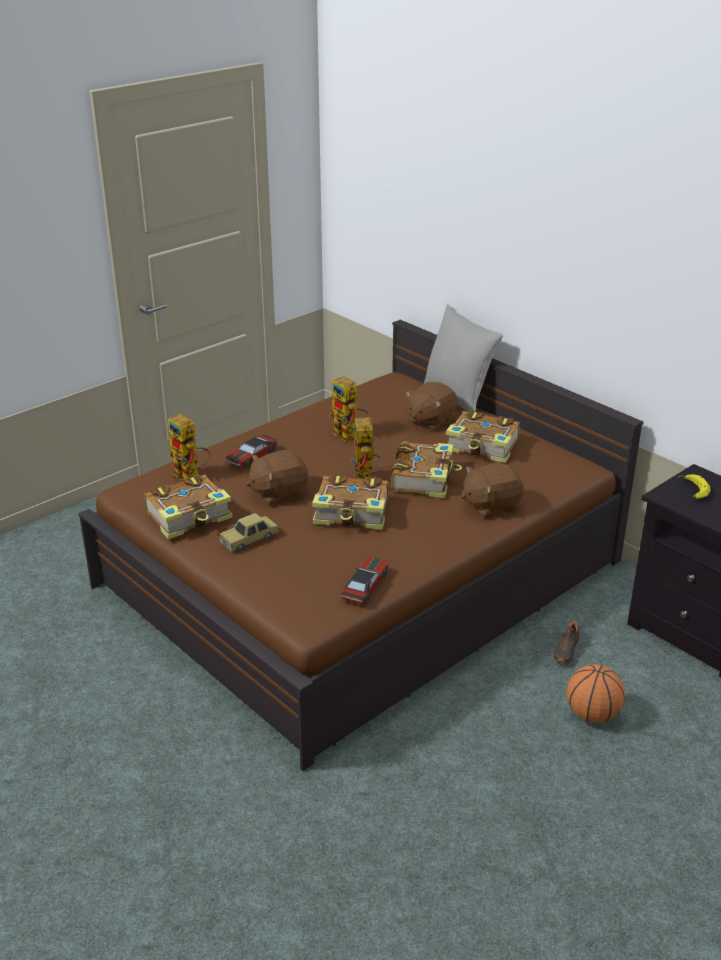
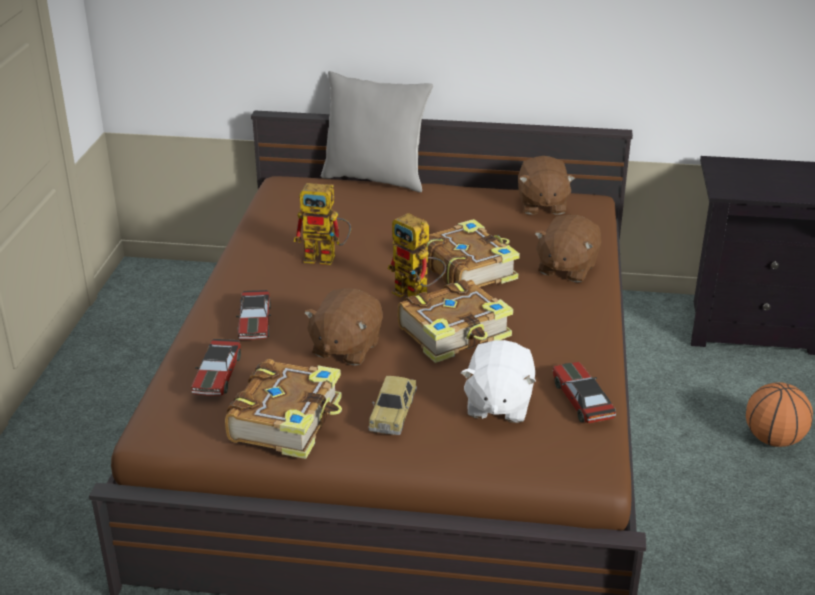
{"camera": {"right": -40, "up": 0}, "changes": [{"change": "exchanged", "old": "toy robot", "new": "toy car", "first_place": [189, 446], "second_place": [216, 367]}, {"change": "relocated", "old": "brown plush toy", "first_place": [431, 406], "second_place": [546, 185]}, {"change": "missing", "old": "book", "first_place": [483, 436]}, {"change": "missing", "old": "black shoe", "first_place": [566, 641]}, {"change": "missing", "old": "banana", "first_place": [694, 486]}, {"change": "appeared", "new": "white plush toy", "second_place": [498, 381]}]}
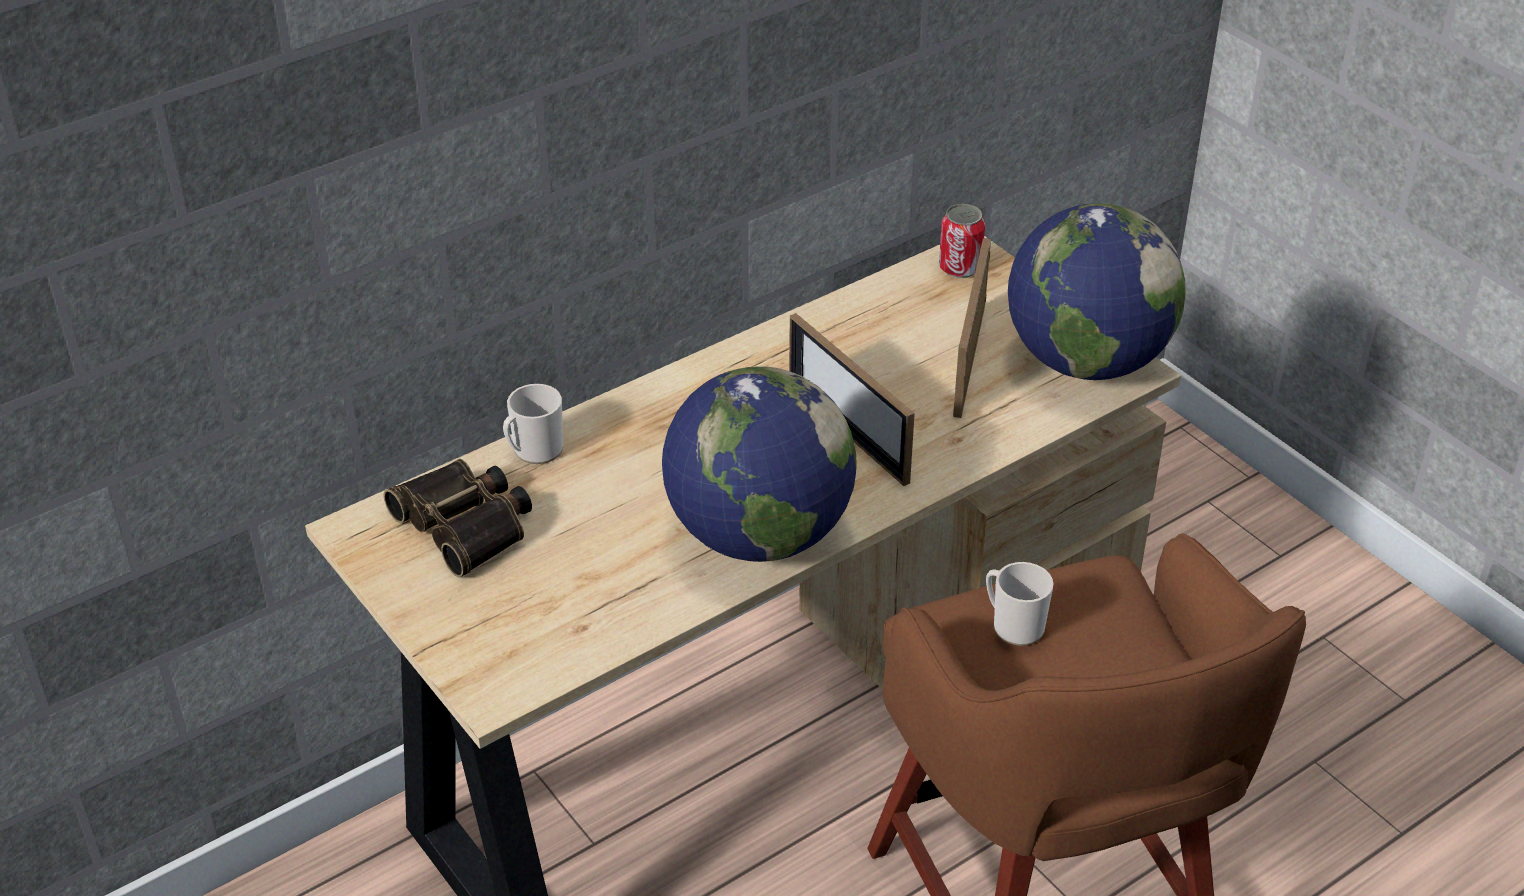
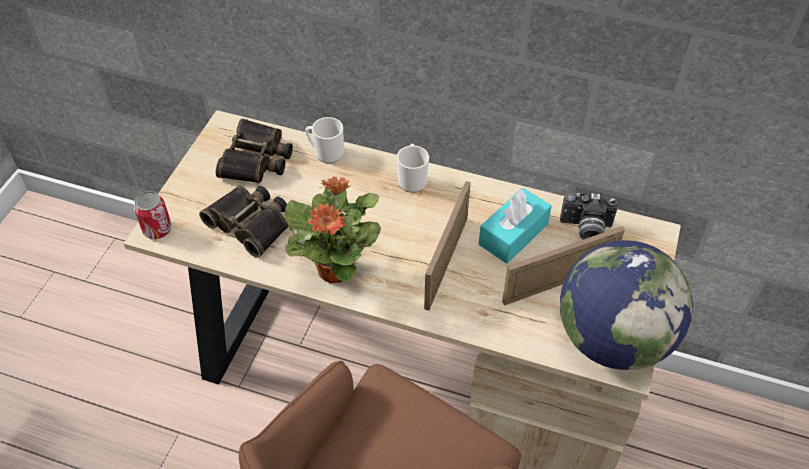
{"camera": {"right": 55, "up": 10}, "changes": [{"change": "exchanged", "old": "globe", "new": "potted plant", "first_place": [759, 464], "second_place": [333, 229]}, {"change": "relocated", "old": "can", "first_place": [962, 241], "second_place": [153, 215]}, {"change": "relocated", "old": "mug", "first_place": [1019, 604], "second_place": [413, 168]}, {"change": "appeared", "new": "binoculars", "second_place": [243, 222]}, {"change": "appeared", "new": "turquoise tissue box", "second_place": [515, 226]}, {"change": "appeared", "new": "photo camera", "second_place": [589, 216]}]}
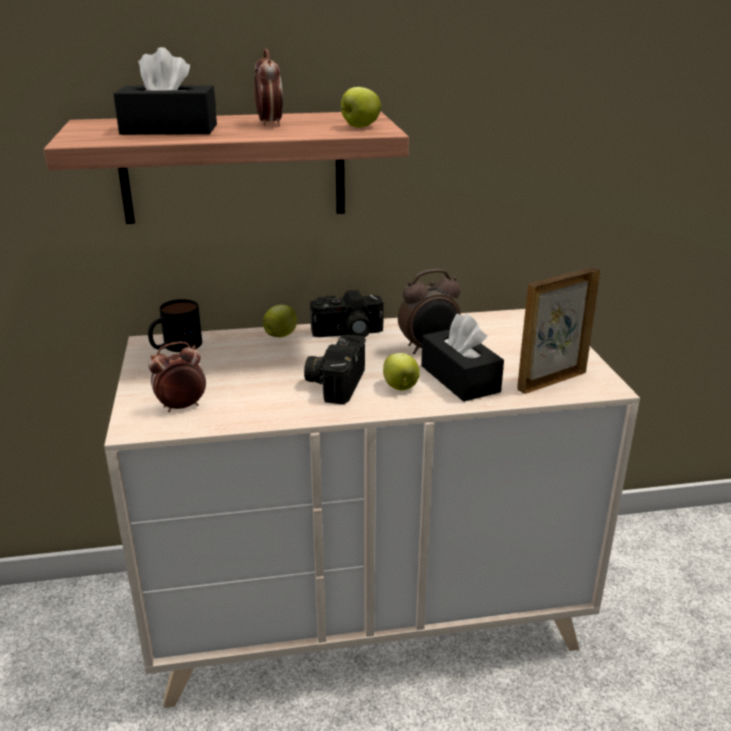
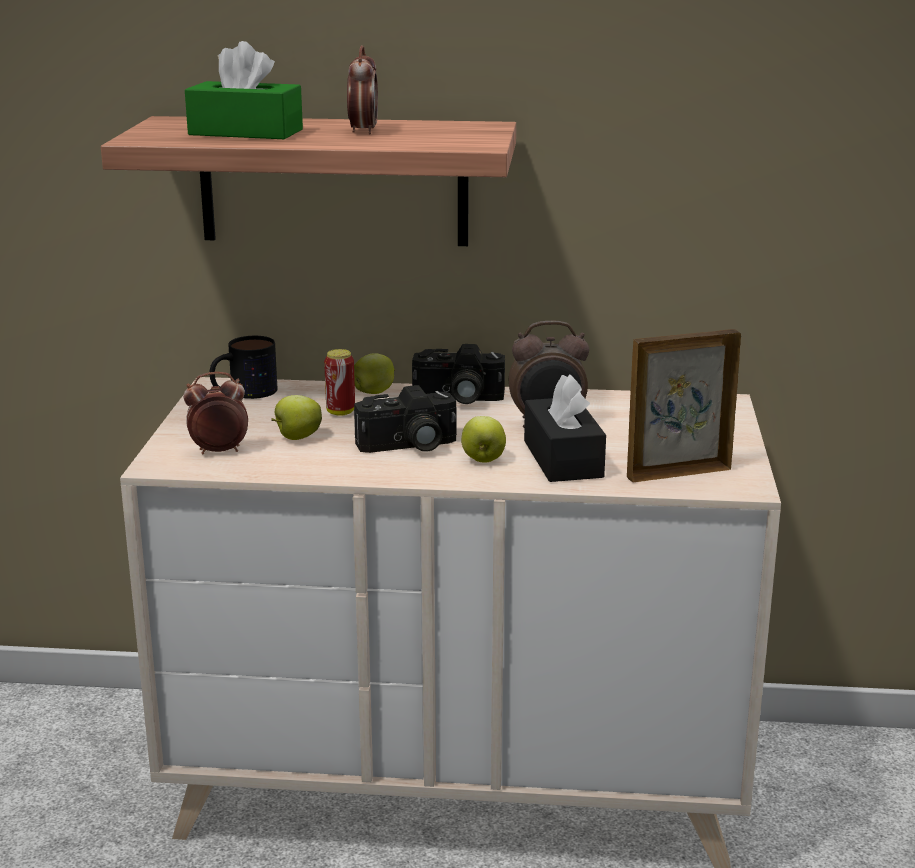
{"camera": {"right": 15, "up": -5}, "changes": [{"change": "colour", "old": "black tissue box", "new": "green tissue box", "first_place": [165, 91], "second_place": [244, 90]}, {"change": "spun", "old": "photo camera", "first_place": [335, 369], "second_place": [405, 419], "degrees": -135}, {"change": "relocated", "old": "apple", "first_place": [361, 107], "second_place": [296, 417]}, {"change": "appeared", "new": "can", "second_place": [339, 382]}]}
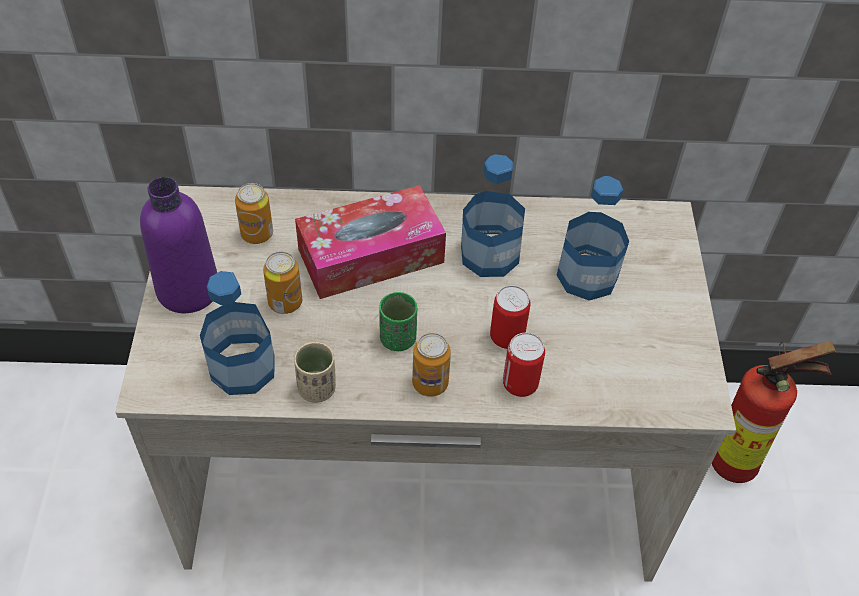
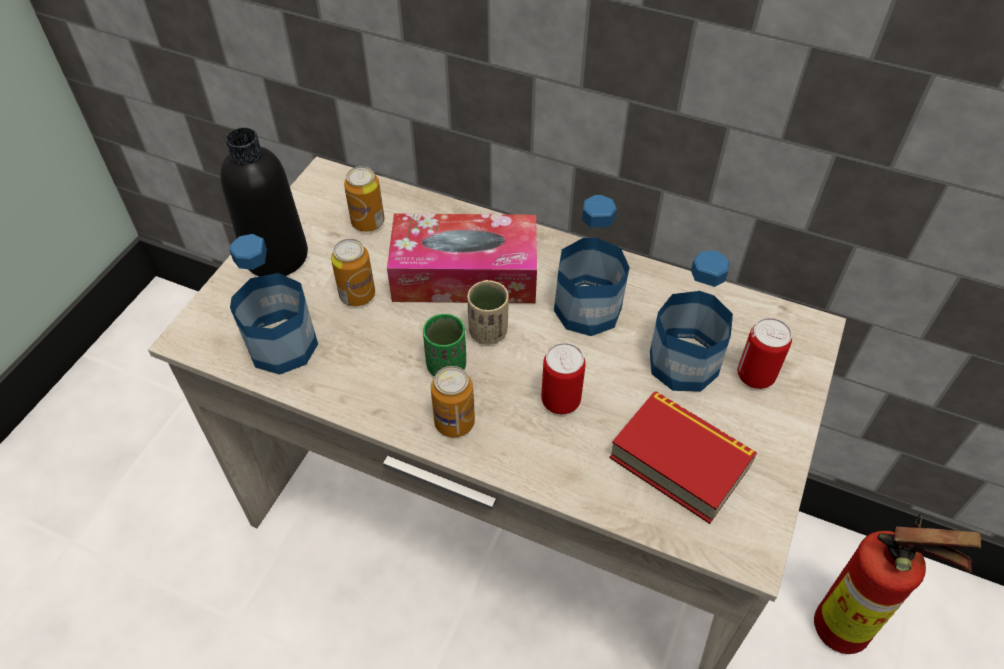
{"camera": {"right": 25, "up": 0}, "changes": [{"change": "colour", "old": "purple bottle", "new": "black bottle", "first_place": [178, 245], "second_place": [264, 202]}, {"change": "relocated", "old": "beige cup", "first_place": [315, 372], "second_place": [488, 312]}, {"change": "relocated", "old": "can", "first_place": [524, 365], "second_place": [764, 353]}, {"change": "appeared", "new": "book", "second_place": [683, 457]}]}
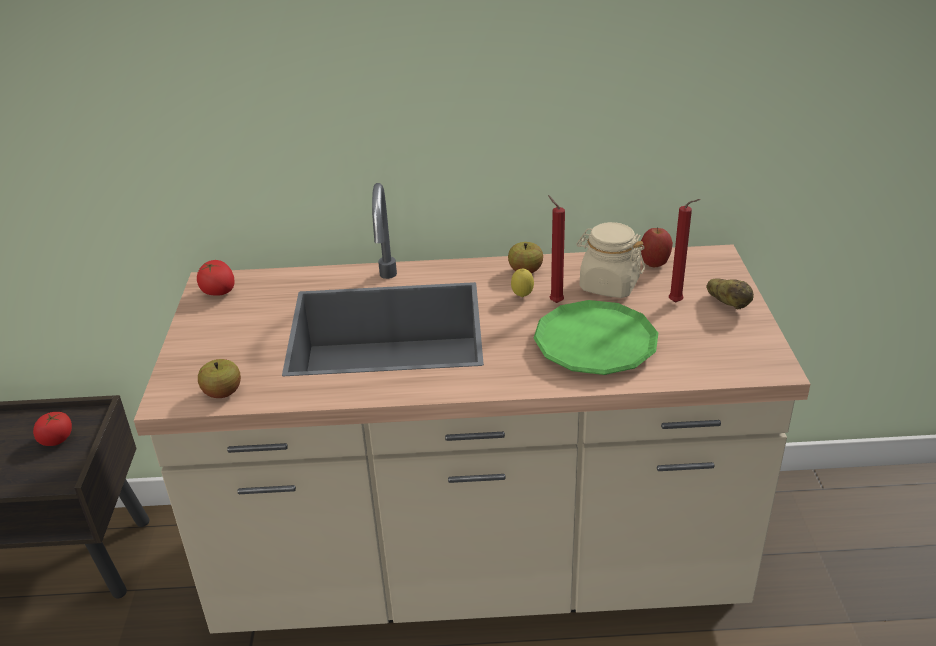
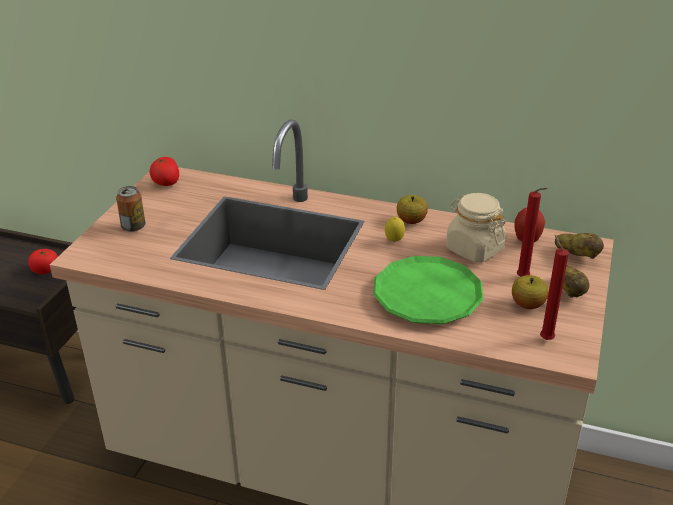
{"camera": {"right": 20, "up": 0}, "changes": [{"change": "relocated", "old": "apple", "first_place": [219, 378], "second_place": [530, 292]}, {"change": "relocated", "old": "red candle", "first_place": [556, 249], "second_place": [554, 287]}, {"change": "appeared", "new": "can", "second_place": [130, 209]}, {"change": "appeared", "new": "potato", "second_place": [579, 246]}]}
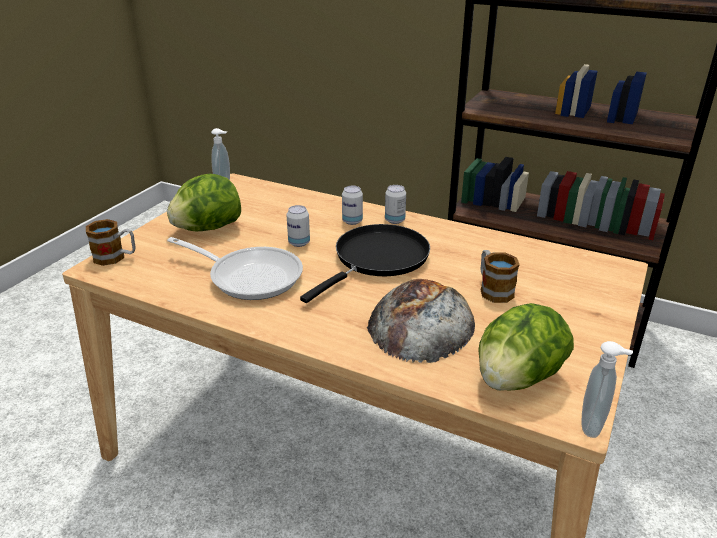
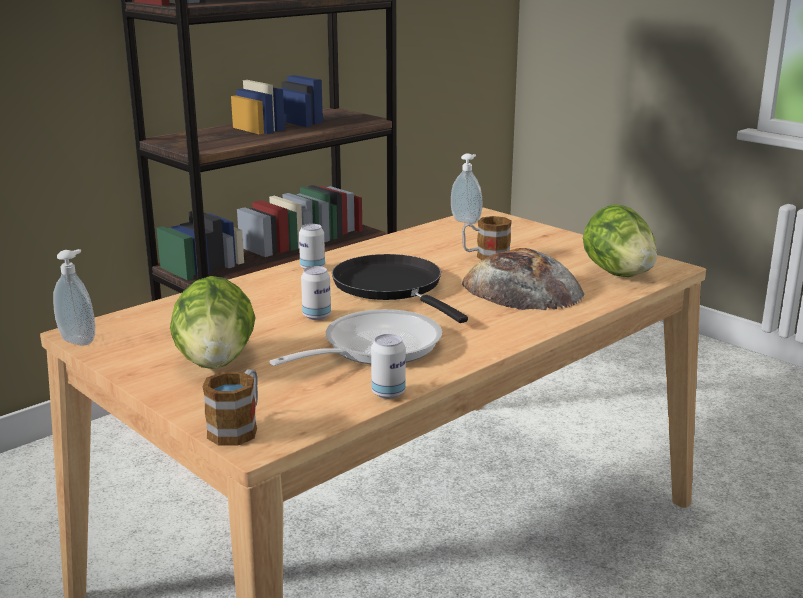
{"camera": {"right": -70, "up": -10}, "changes": [{"change": "relocated", "old": "can", "first_place": [352, 205], "second_place": [388, 366]}, {"change": "relocated", "old": "soap dispenser", "first_place": [607, 389], "second_place": [466, 188]}]}
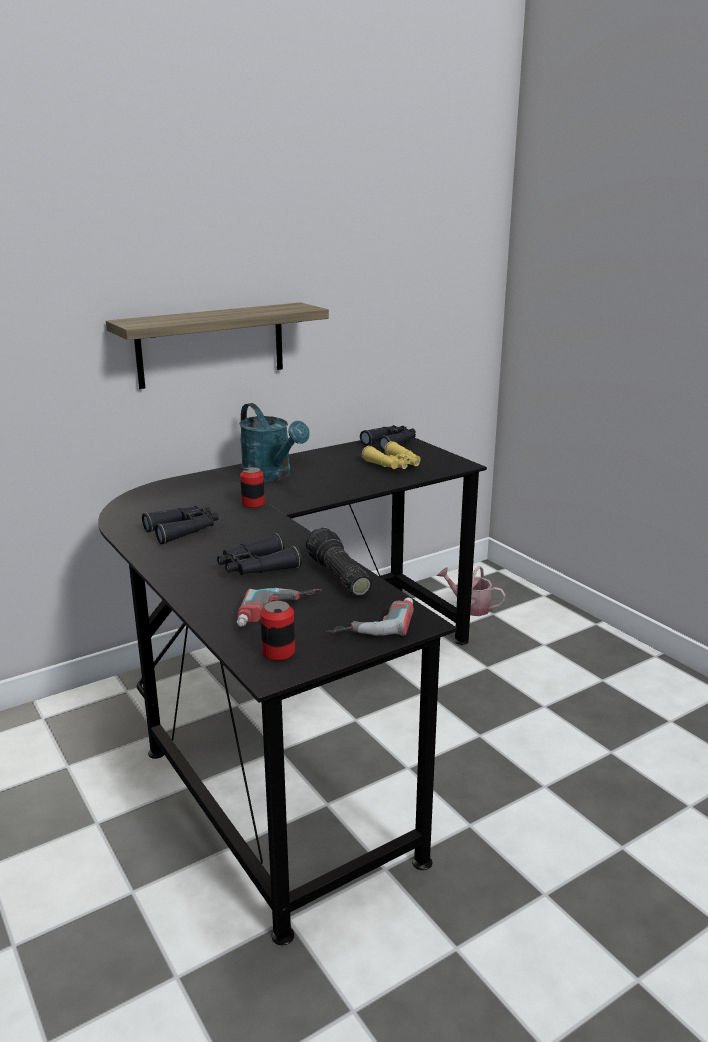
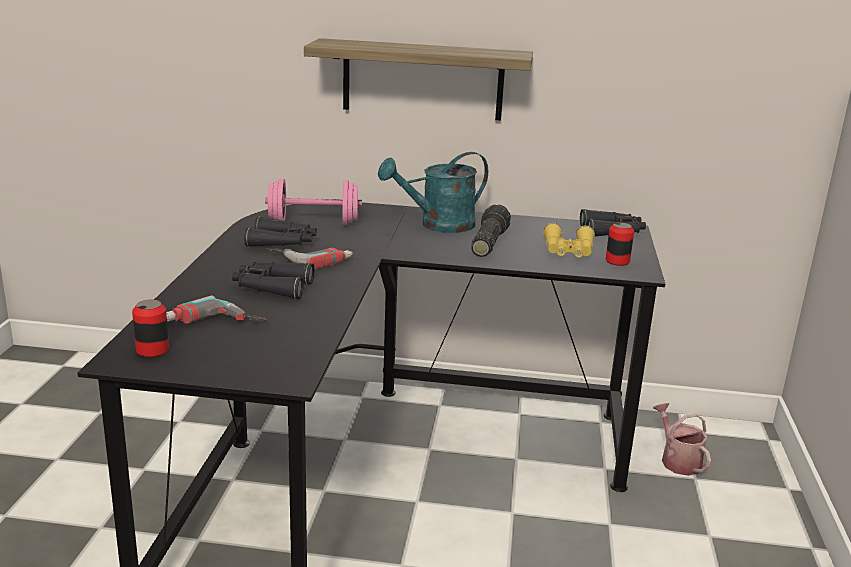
{"camera": {"right": 40, "up": 0}, "changes": [{"change": "spun", "old": "turquoise watering can", "first_place": [274, 442], "second_place": [433, 192], "degrees": 60}, {"change": "relocated", "old": "can", "first_place": [252, 487], "second_place": [620, 244]}, {"change": "relocated", "old": "flashlight", "first_place": [338, 562], "second_place": [491, 231]}, {"change": "relocated", "old": "power drill", "first_place": [370, 616], "second_place": [310, 258]}, {"change": "appeared", "new": "pink dumbbell", "second_place": [313, 201]}]}
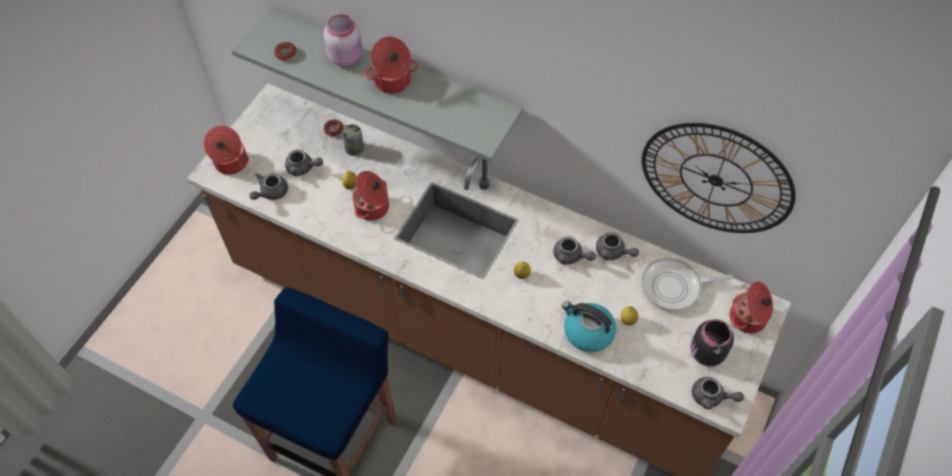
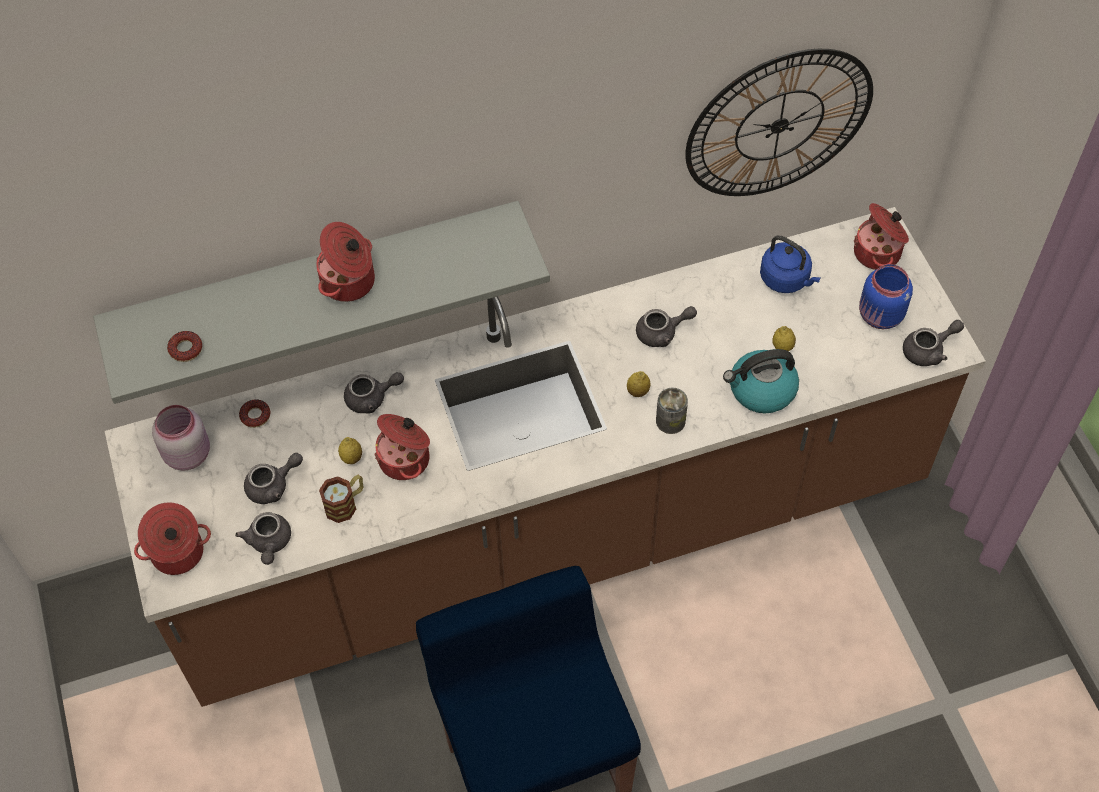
{"camera": {"right": -45, "up": 0}, "changes": [{"change": "relocated", "old": "pink jar", "first_place": [343, 40], "second_place": [181, 438]}, {"change": "relocated", "old": "can", "first_place": [353, 140], "second_place": [672, 411]}, {"change": "relocated", "old": "grey teapot", "first_place": [617, 246], "second_place": [374, 393]}, {"change": "exchanged", "old": "frying pan", "new": "blue kettle", "first_place": [687, 285], "second_place": [790, 264]}, {"change": "colour", "old": "black jar", "new": "blue jar", "first_place": [712, 343], "second_place": [886, 296]}, {"change": "appeared", "new": "mug", "second_place": [341, 499]}]}
